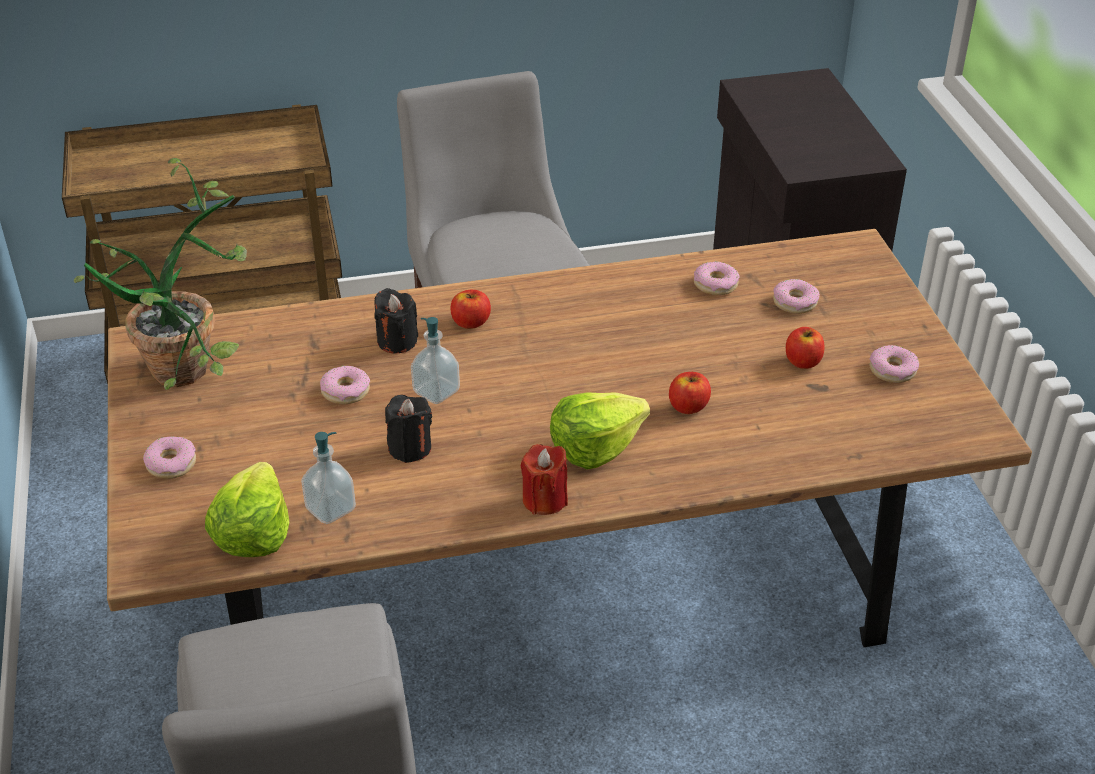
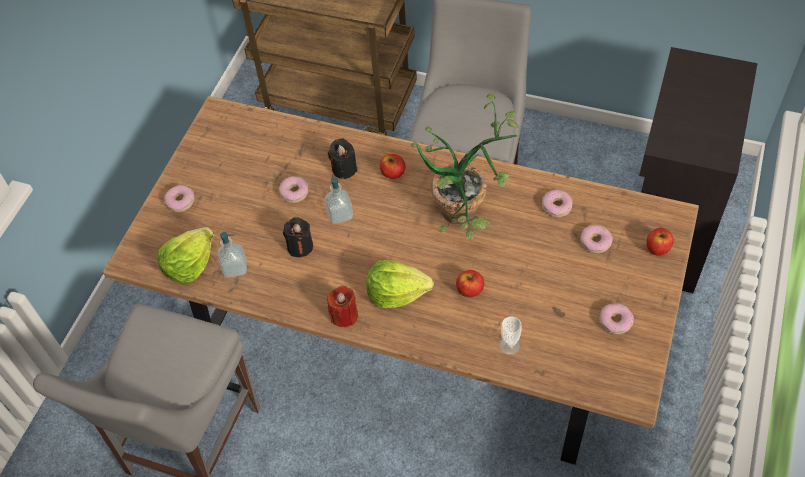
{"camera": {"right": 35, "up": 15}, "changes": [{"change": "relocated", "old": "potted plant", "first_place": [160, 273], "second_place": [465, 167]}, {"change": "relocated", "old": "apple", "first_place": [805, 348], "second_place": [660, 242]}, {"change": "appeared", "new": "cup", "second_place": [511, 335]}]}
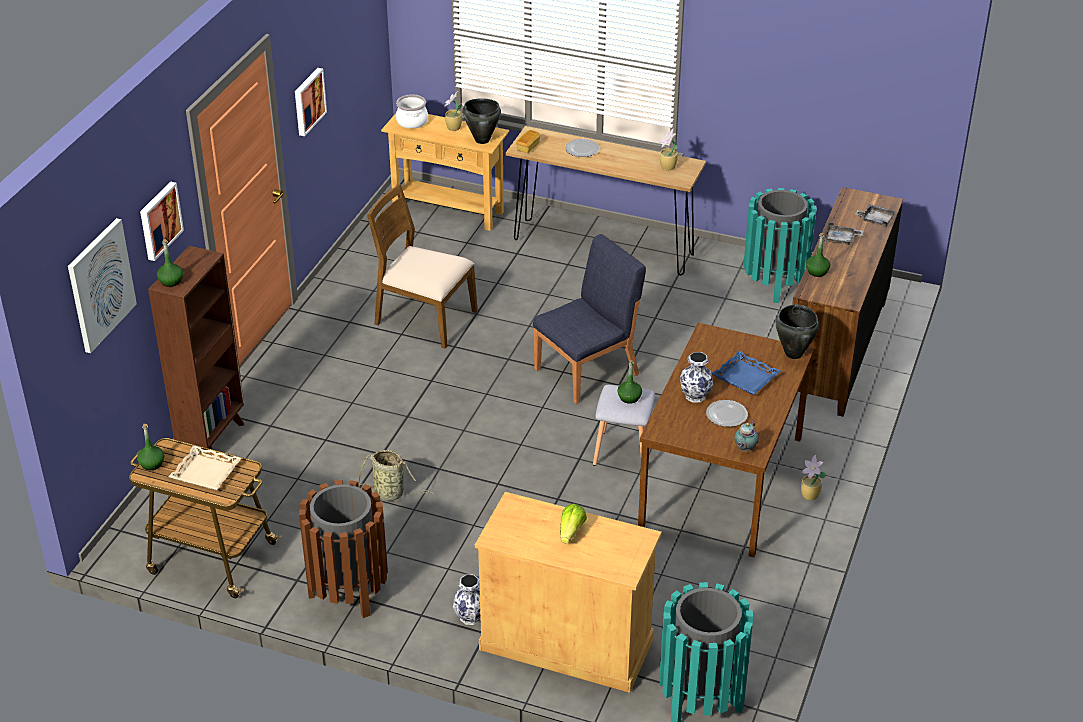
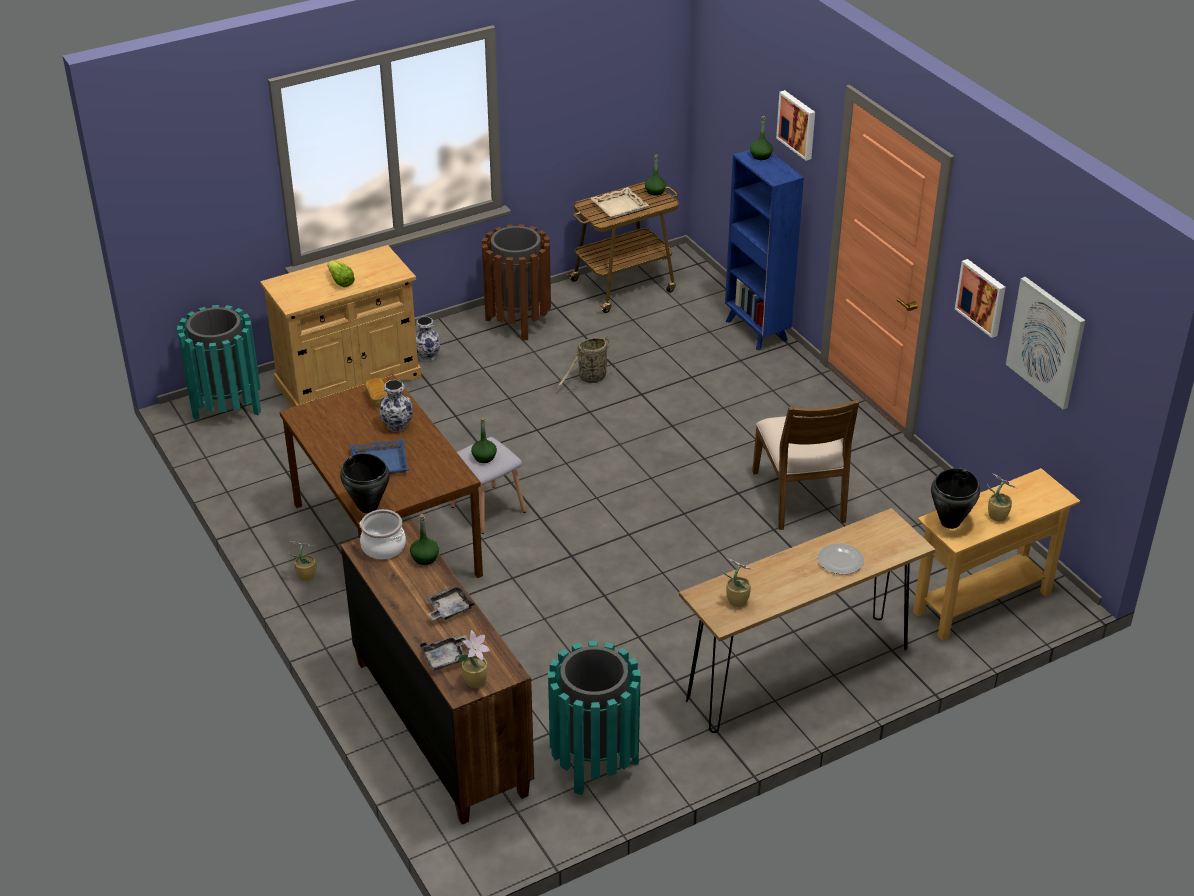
{"camera": {"right": 130, "up": 0}, "changes": [{"change": "relocated", "old": "picture", "first_place": [102, 285], "second_place": [1046, 343]}, {"change": "colour", "old": "brown bookcase", "new": "blue bookcase", "first_place": [196, 347], "second_place": [764, 250]}, {"change": "spun", "old": "brown chair", "first_place": [422, 266], "second_place": [805, 465], "degrees": 105}, {"change": "relocated", "old": "cooking pot", "first_place": [412, 111], "second_place": [383, 534]}, {"change": "relocated", "old": "bread", "first_place": [528, 141], "second_place": [376, 392]}, {"change": "missing", "old": "blue chair", "first_place": [589, 319]}, {"change": "missing", "old": "plate", "first_place": [727, 413]}, {"change": "missing", "old": "teapot", "first_place": [746, 436]}, {"change": "appeared", "new": "potted plant", "second_place": [473, 659]}]}
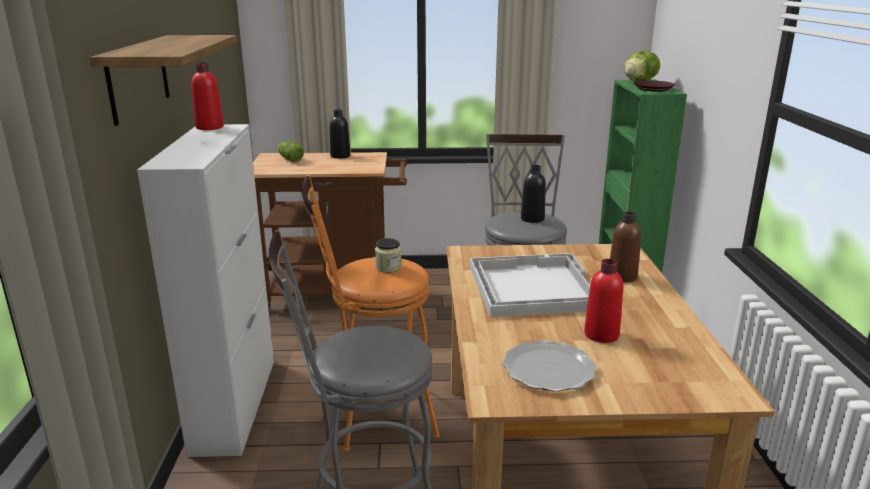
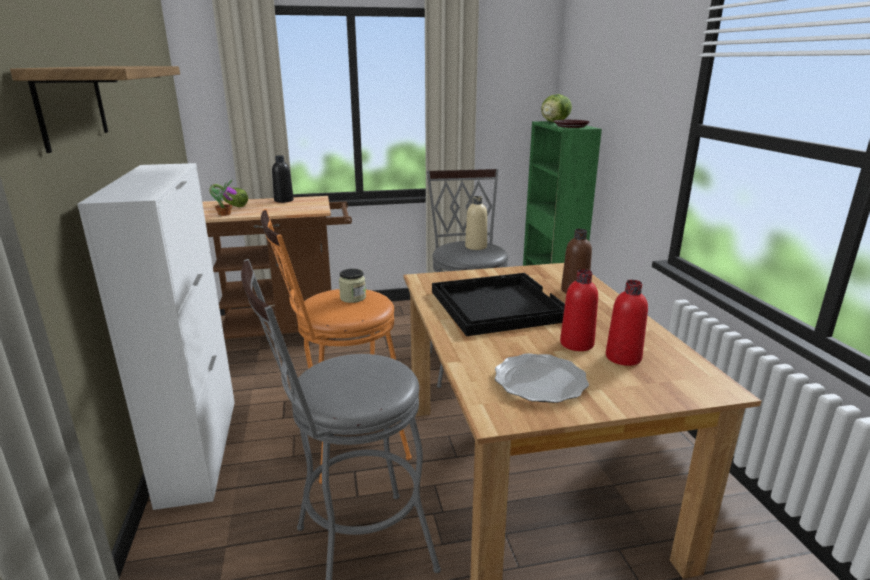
{"camera": {"right": -10, "up": 0}, "changes": [{"change": "relocated", "old": "red bottle", "first_place": [207, 96], "second_place": [627, 323]}, {"change": "colour", "old": "white tray", "new": "black tray", "first_place": [531, 285], "second_place": [498, 304]}, {"change": "colour", "old": "black bottle", "new": "beige bottle", "first_place": [533, 194], "second_place": [476, 223]}, {"change": "appeared", "new": "potted plant", "second_place": [223, 198]}]}
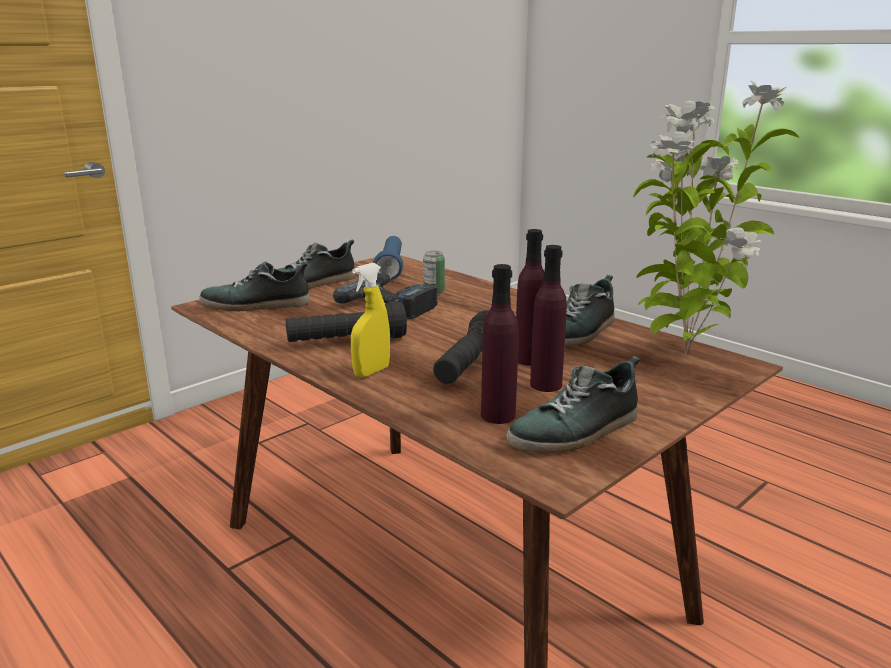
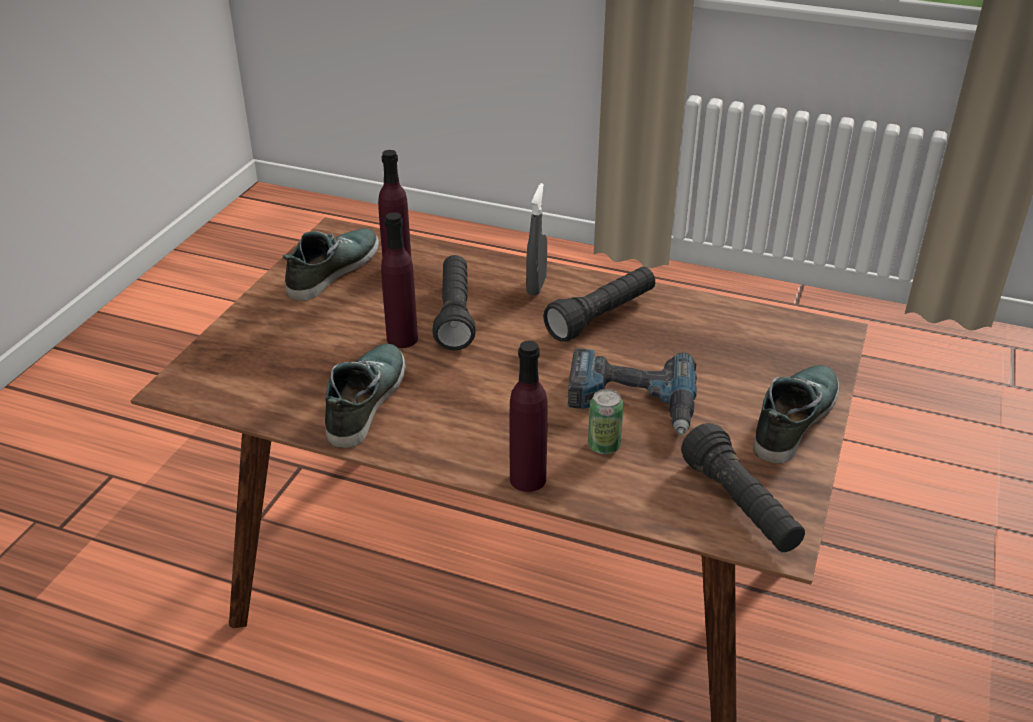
{"camera": {"right": 155, "up": 15}, "changes": [{"change": "missing", "old": "shoe", "first_place": [254, 286]}, {"change": "colour", "old": "yellow spray bottle", "new": "grey spray bottle", "first_place": [370, 320], "second_place": [536, 239]}, {"change": "colour", "old": "blue flashlight", "new": "black flashlight", "first_place": [388, 258], "second_place": [743, 487]}, {"change": "relocated", "old": "purple bottle", "first_place": [548, 318], "second_place": [529, 416]}, {"change": "missing", "old": "potted plant", "first_place": [716, 218]}]}
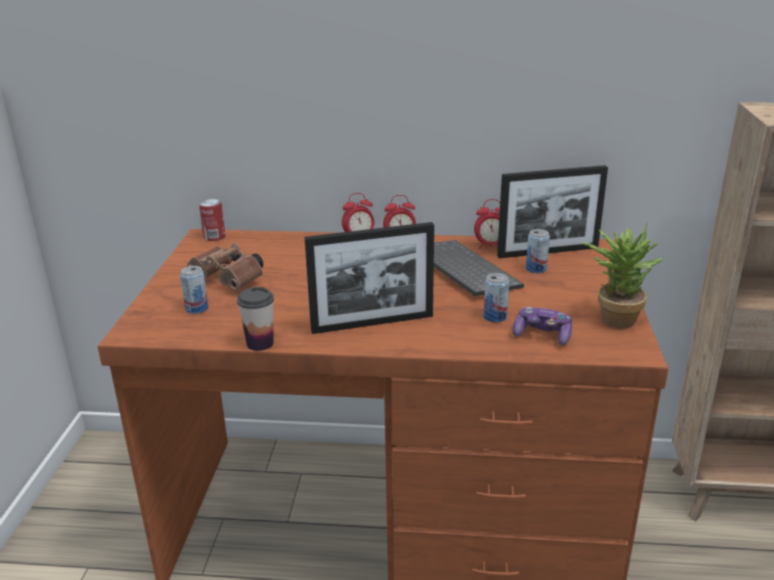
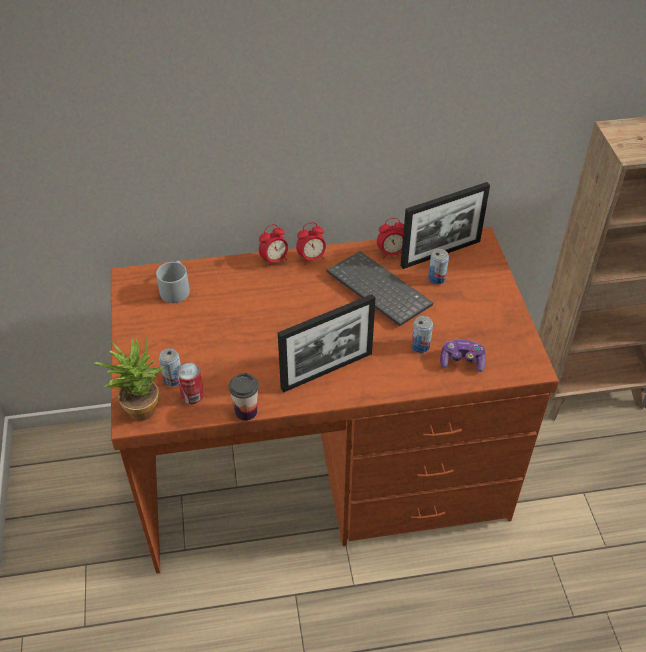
{"camera": {"right": -15, "up": 20}, "changes": [{"change": "missing", "old": "brown binoculars", "first_place": [225, 266]}, {"change": "relocated", "old": "can", "first_place": [212, 220], "second_place": [190, 383]}, {"change": "relocated", "old": "potted plant", "first_place": [622, 276], "second_place": [128, 379]}, {"change": "appeared", "new": "grey mug", "second_place": [173, 282]}]}
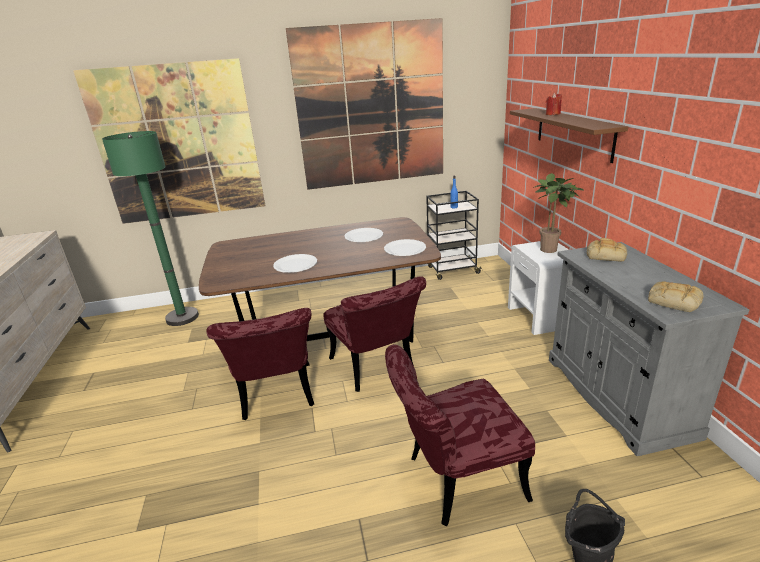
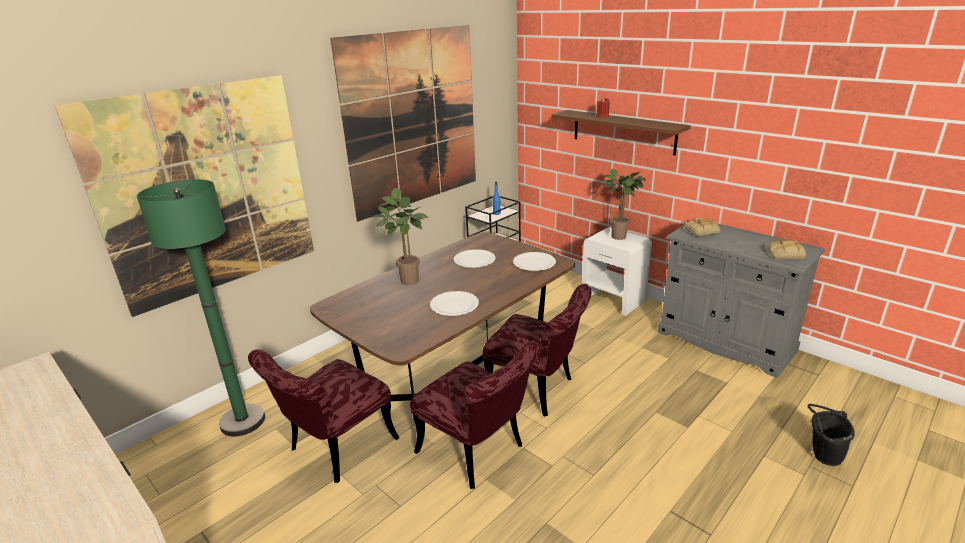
{"camera": {"right": -35, "up": 0}, "changes": [{"change": "relocated", "old": "red chair", "first_place": [460, 435], "second_place": [323, 416]}, {"change": "appeared", "new": "potted plant", "second_place": [400, 236]}]}
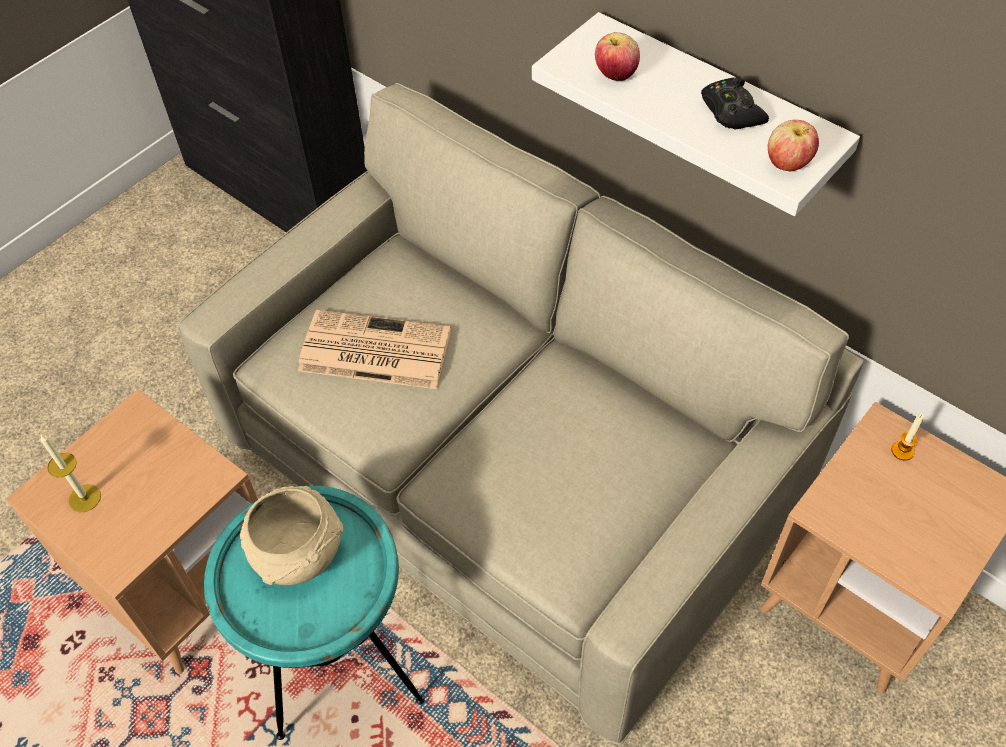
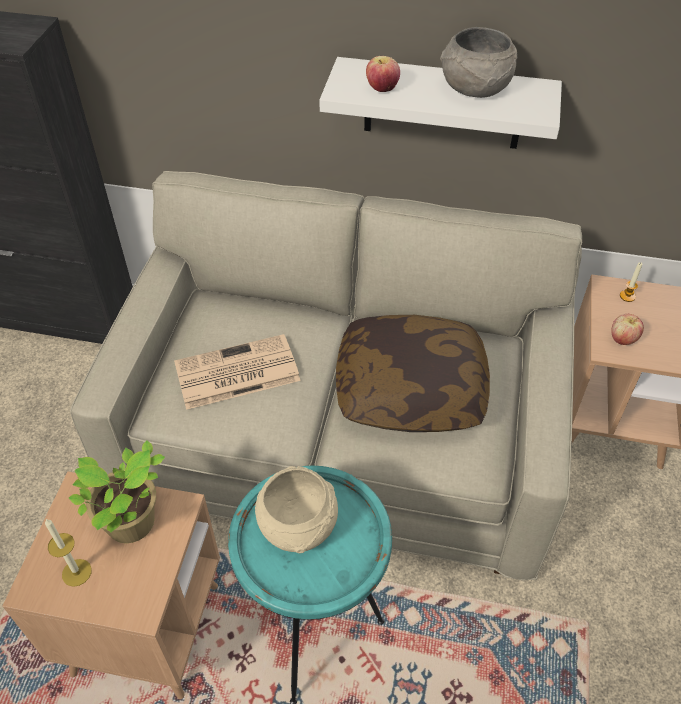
{"camera": {"right": -30, "up": -5}, "changes": [{"change": "exchanged", "old": "black game controller", "new": "grey bowl", "first_place": [735, 103], "second_place": [478, 62]}, {"change": "relocated", "old": "apple", "first_place": [793, 145], "second_place": [627, 329]}, {"change": "appeared", "new": "potted plant", "second_place": [117, 491]}, {"change": "appeared", "new": "pillow", "second_place": [413, 373]}]}
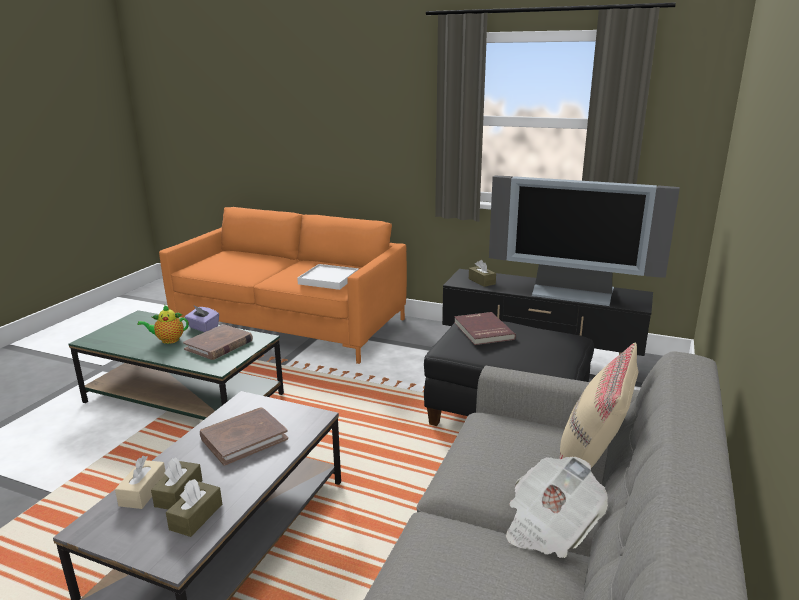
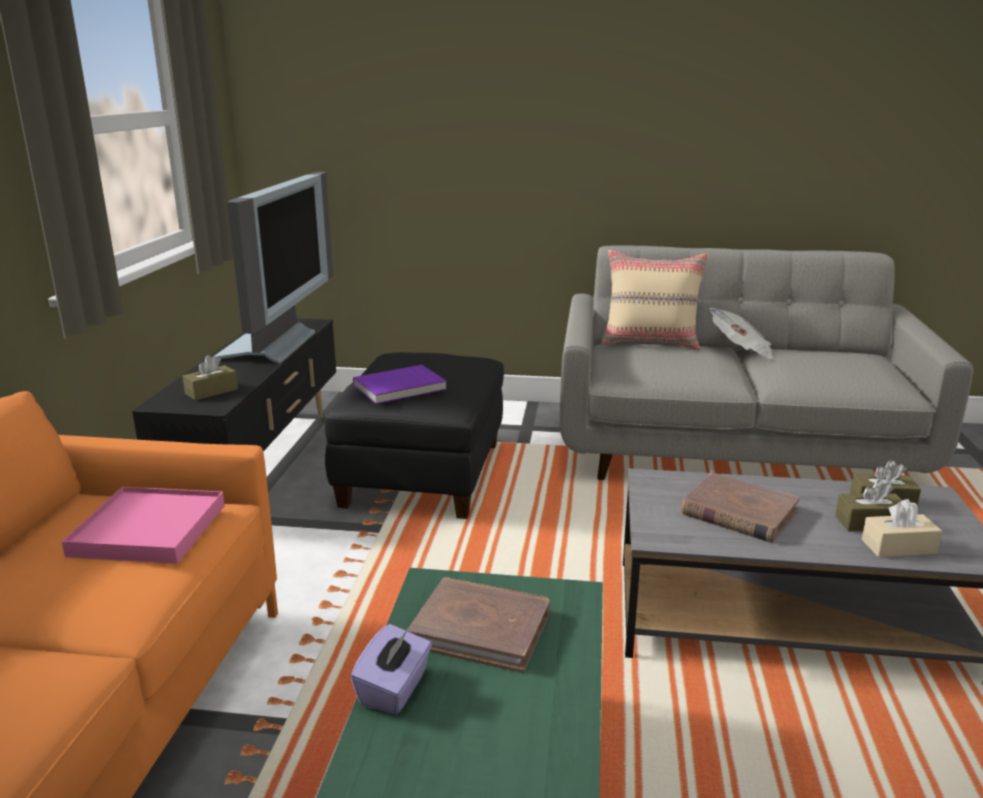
{"camera": {"right": -105, "up": 0}, "changes": [{"change": "missing", "old": "teapot", "first_place": [163, 324]}, {"change": "colour", "old": "white tray", "new": "pink tray", "first_place": [328, 277], "second_place": [143, 525]}, {"change": "colour", "old": "red book", "new": "purple book", "first_place": [485, 328], "second_place": [400, 384]}]}
